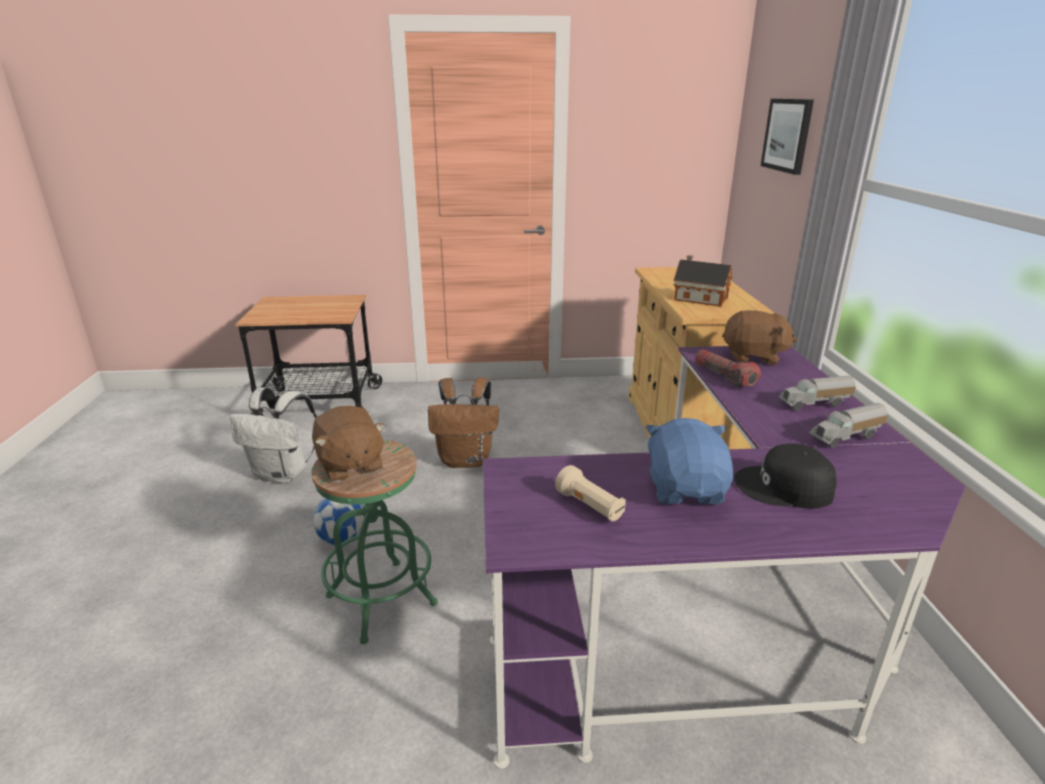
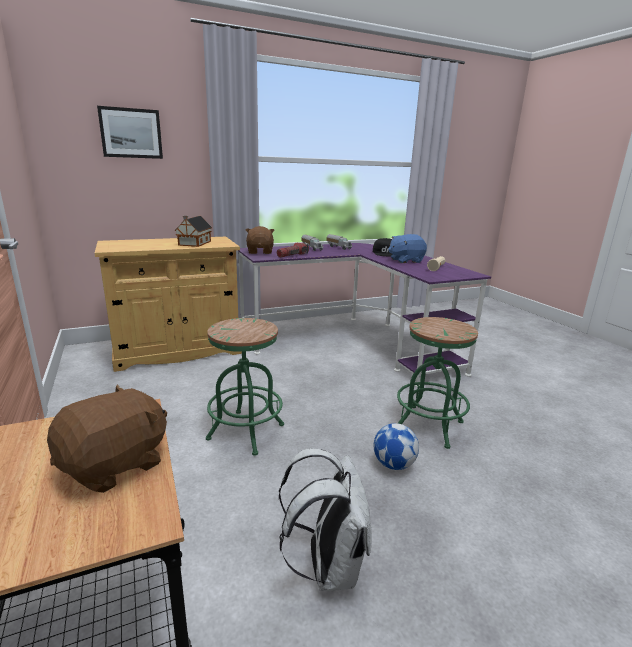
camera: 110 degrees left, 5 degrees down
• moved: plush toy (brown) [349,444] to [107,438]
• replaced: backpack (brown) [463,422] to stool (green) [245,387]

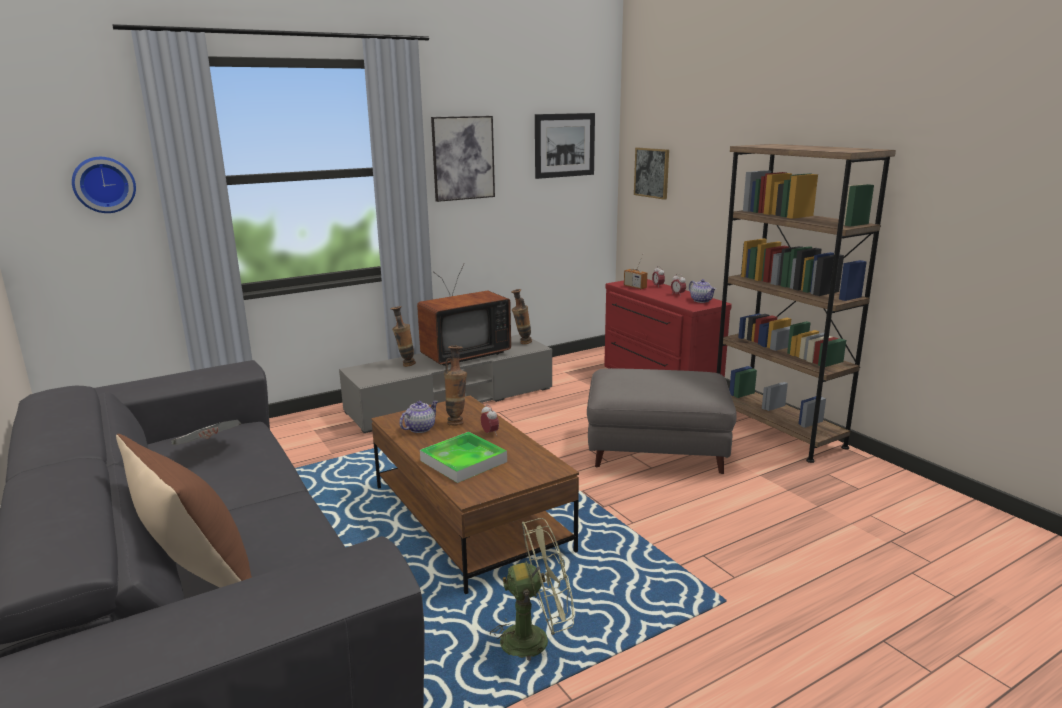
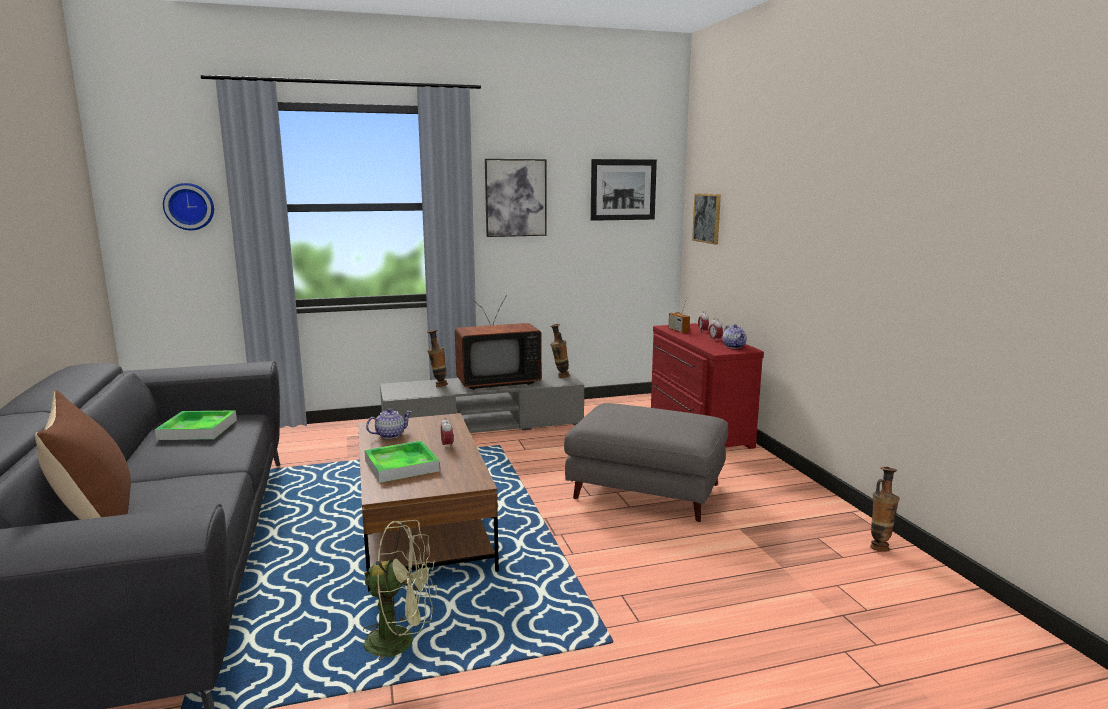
camera: 15 degrees right, 5 degrees down
• removed: bookcase (brown) [806,303]
• moved: vase [455,386] to [885,509]
• replaced: newspaper [206,432] to tray [196,425]

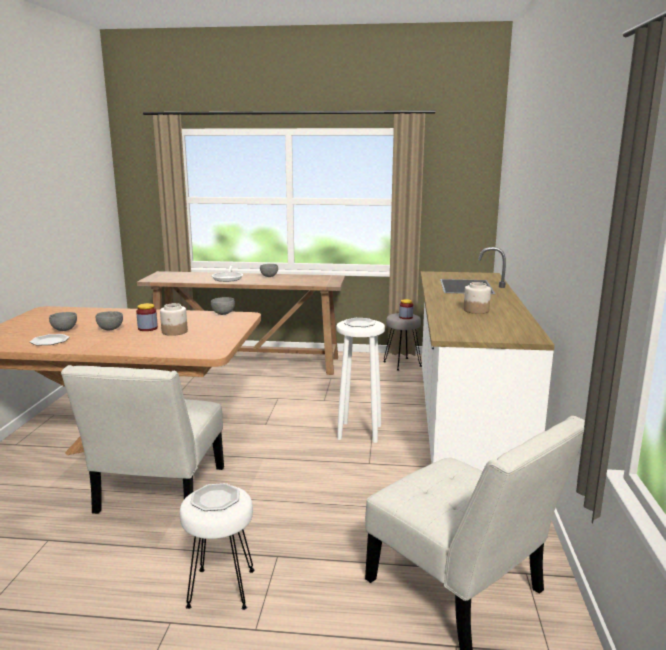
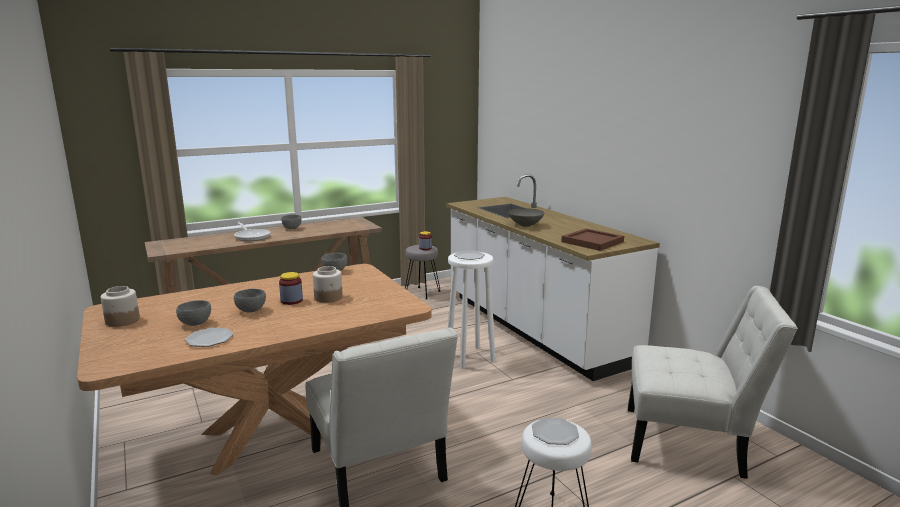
camera: 35 degrees left, 0 degrees up
• added: bowl (grey) [526,217]
• added: tray (brown) [592,239]
• moved: jar [477,298] to [120,306]

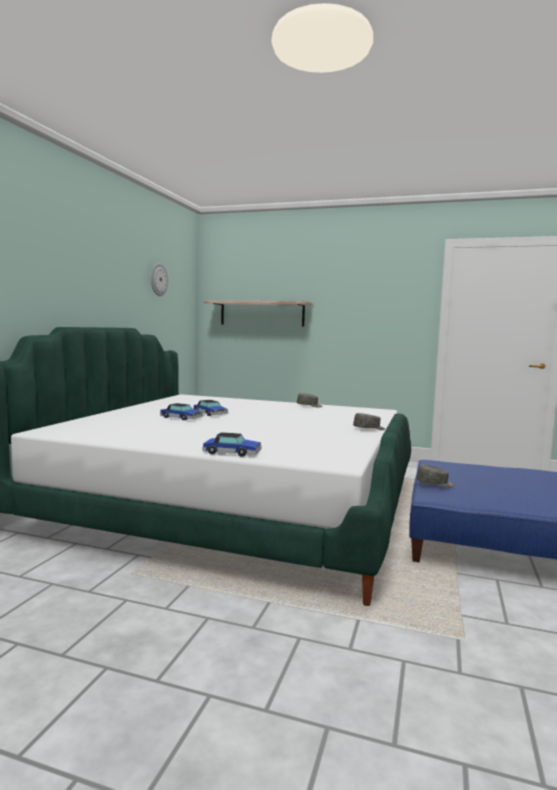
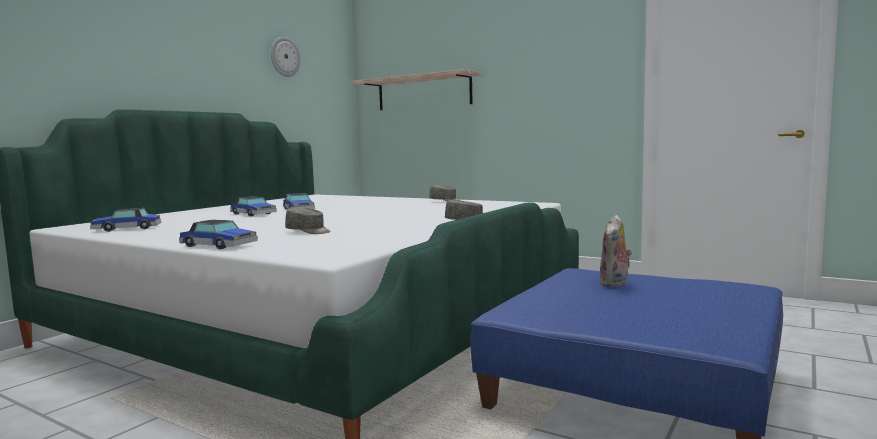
camera: 15 degrees right, 0 degrees up
• added: toy car [125,220]
• added: plush toy [615,251]
• moved: cap (grey) [436,476] to [308,220]

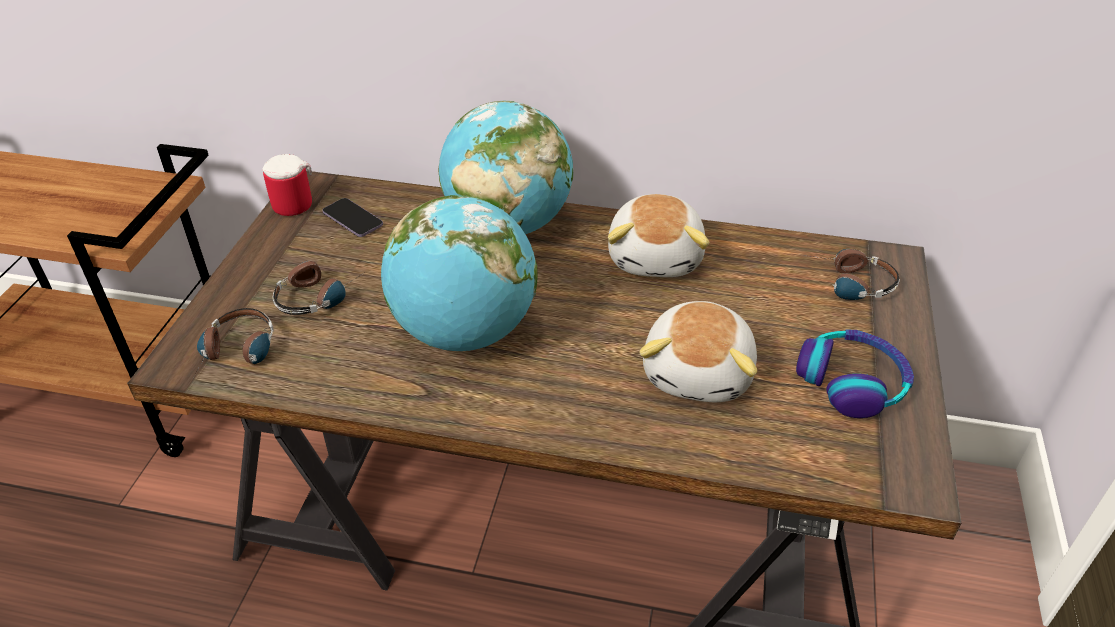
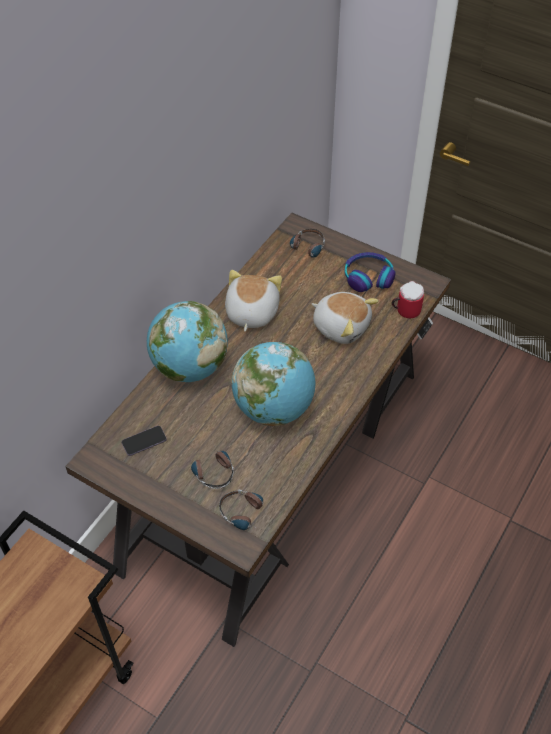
camera: 70 degrees left, 10 degrees up
• moved: mug [287,185] to [408,299]
• turned: plush toy [658,235] = [253,300] 105 degrees counterclockwise

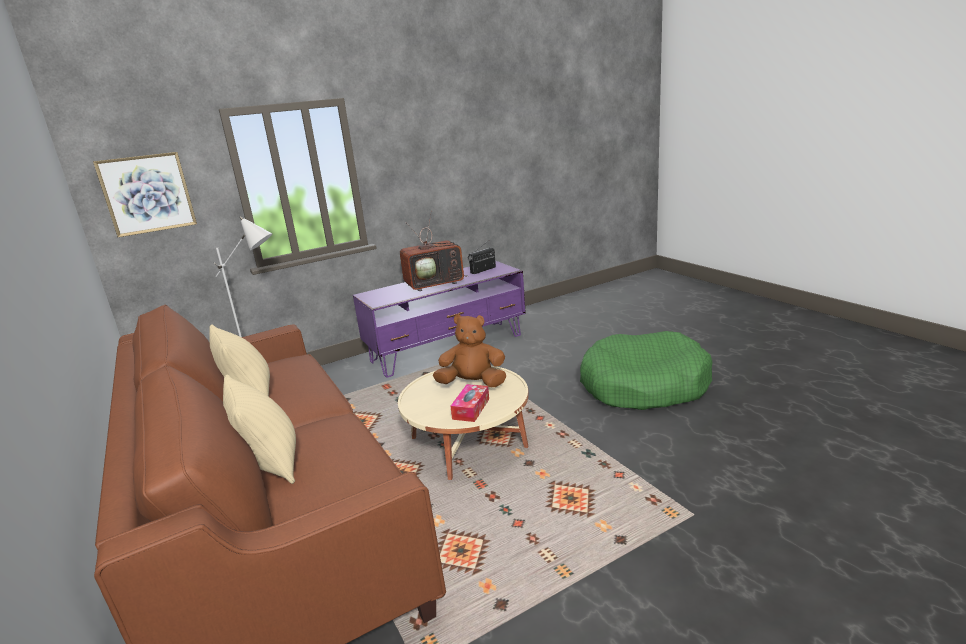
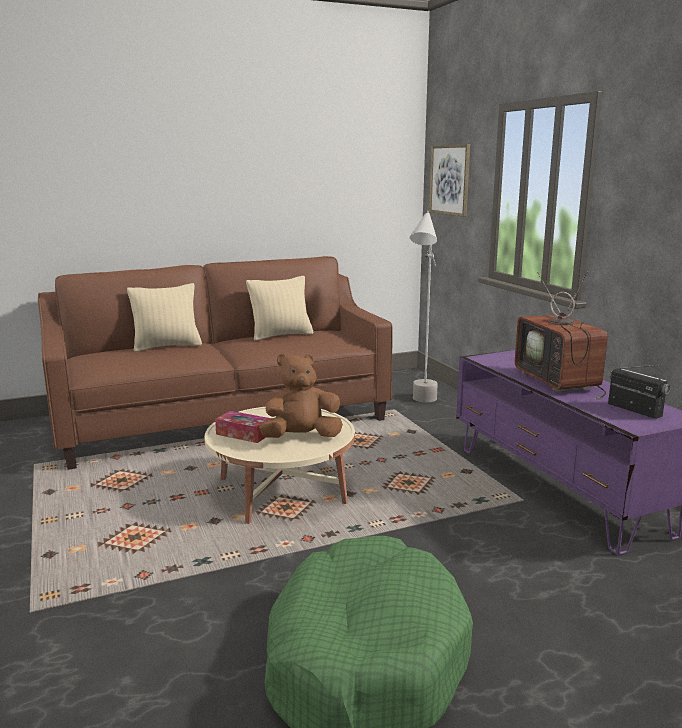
camera: 95 degrees right, 5 degrees down
• turned: plush toy (brown) [469,350] = [301,396] 120 degrees counterclockwise

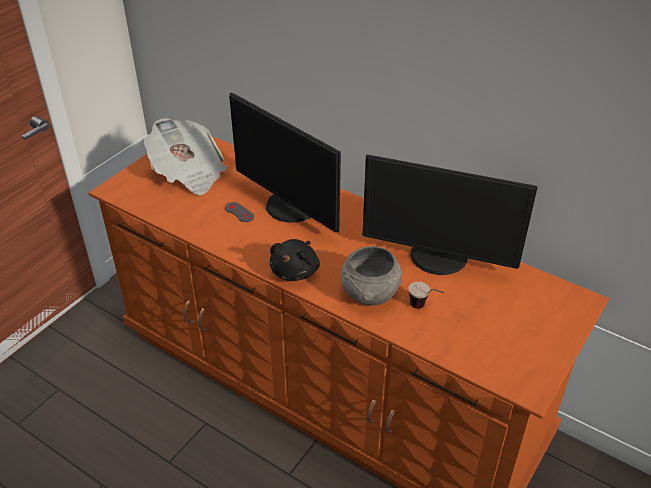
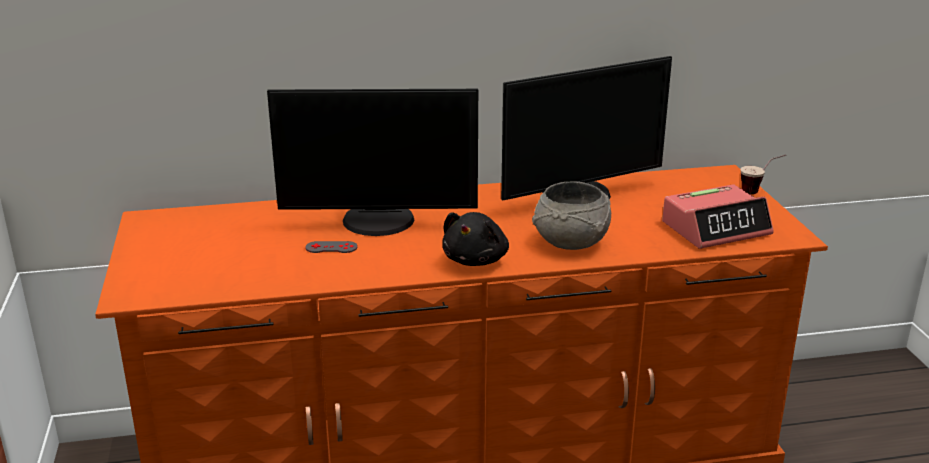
camera: 45 degrees left, 15 degrees down
• removed: newspaper [185,156]
• added: alarm clock [718,216]
• moved: cup [426,295] to [763,174]
• turned: plush toy (black) [295,260] = [475,239] 45 degrees clockwise

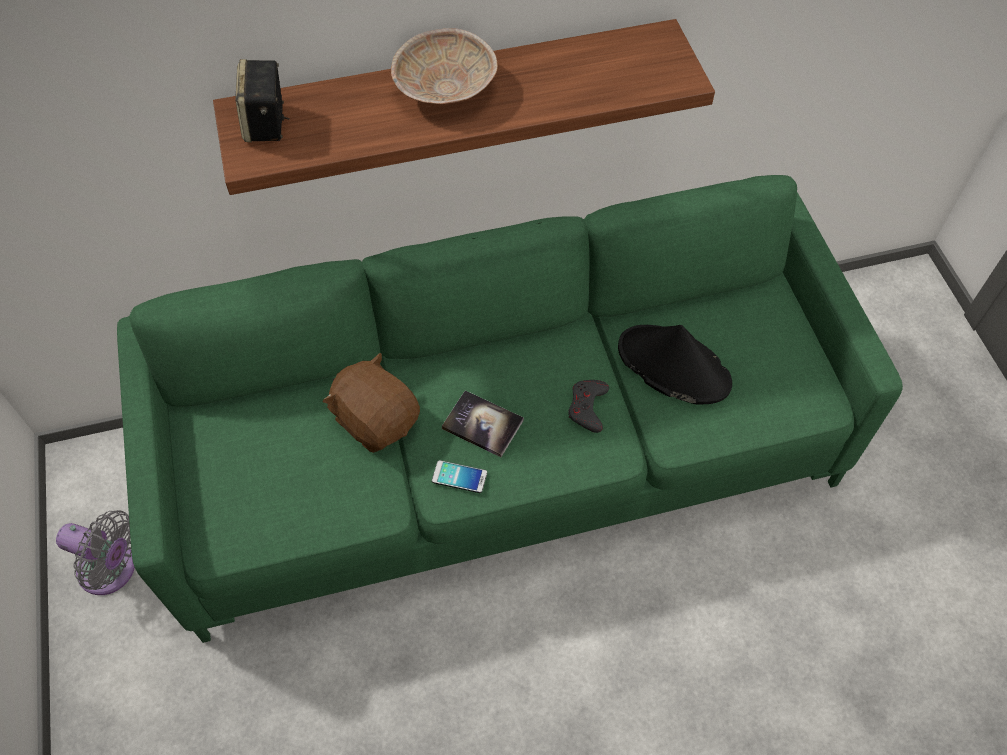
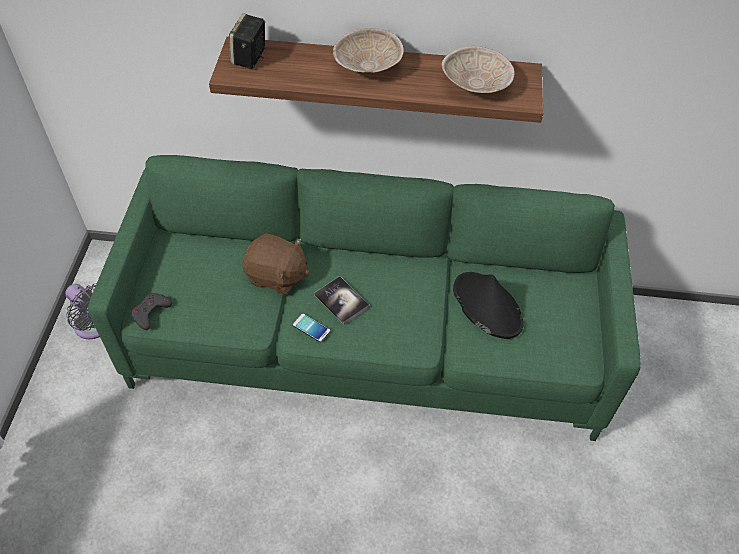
camera: 20 degrees right, 5 degrees down
• added: bowl (beige) [478,69]
• moved: game controller (grey) [588,406] to [151,311]
• turned: plush toy (brown) [371,403] = [275,264] 135 degrees clockwise

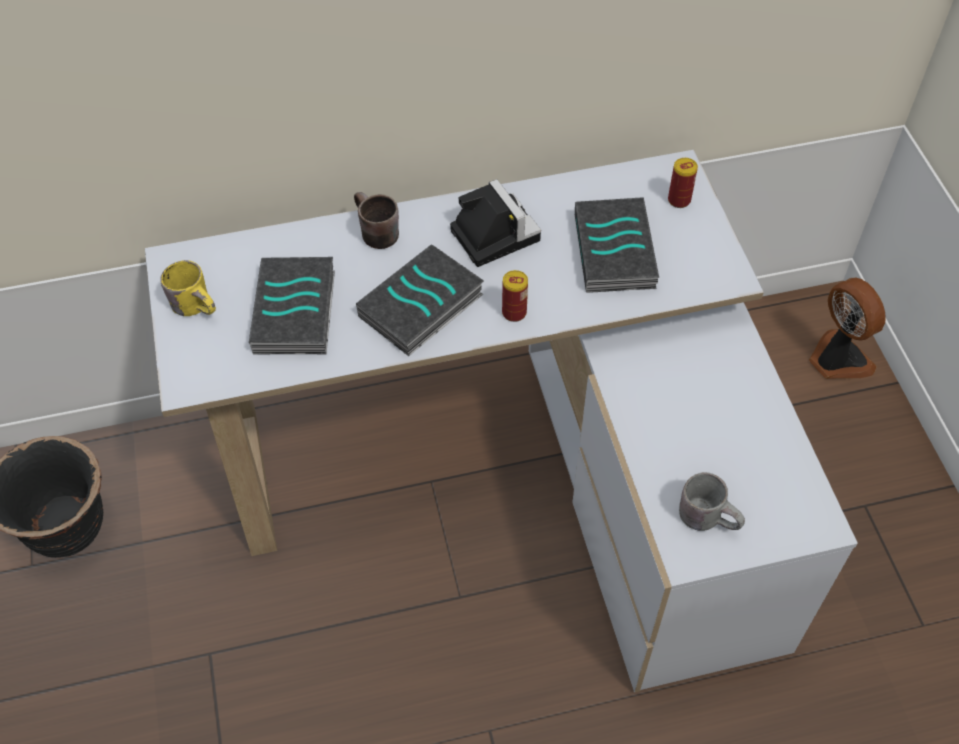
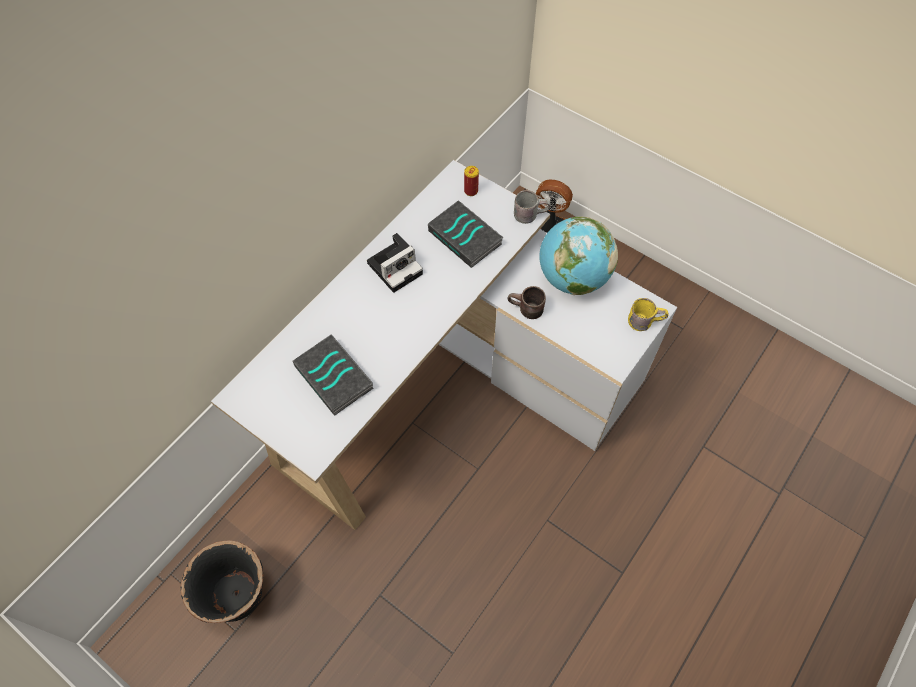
camera: 40 degrees left, 5 degrees up
• removed: book [420,300]
• removed: can [515,296]
• added: globe [578,255]
• moved: mug (yellow) [188,288] to [648,314]
• moved: mug (brown) [376,220] to [527,302]
• moved: mug (grey) [712,501] to [532,207]
• turned: photo camera [495,223] = [395,263] 120 degrees clockwise

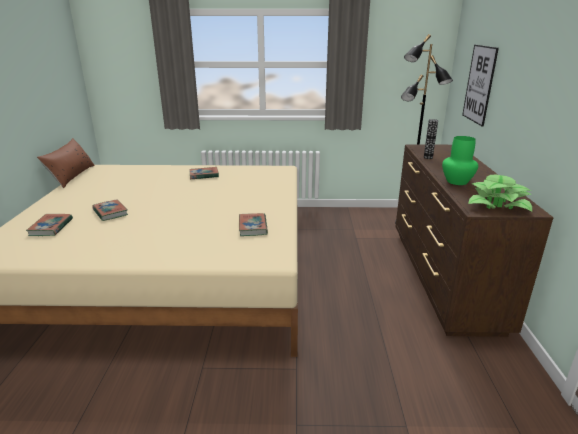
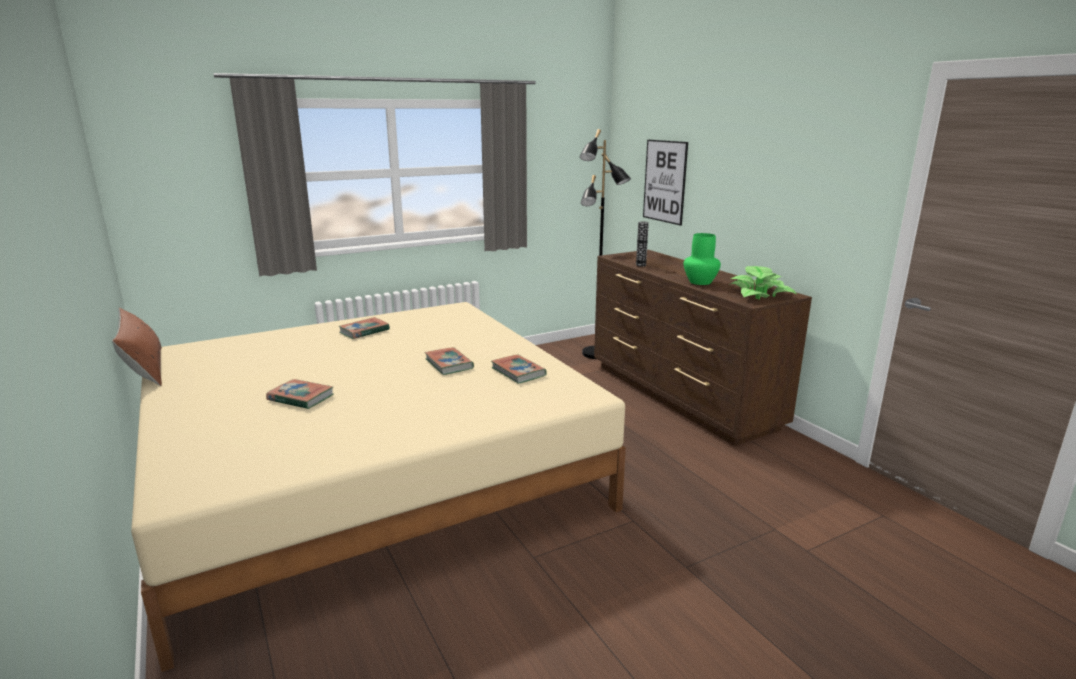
camera: 30 degrees left, 5 degrees down
• moved: book [49,225] to [449,361]

